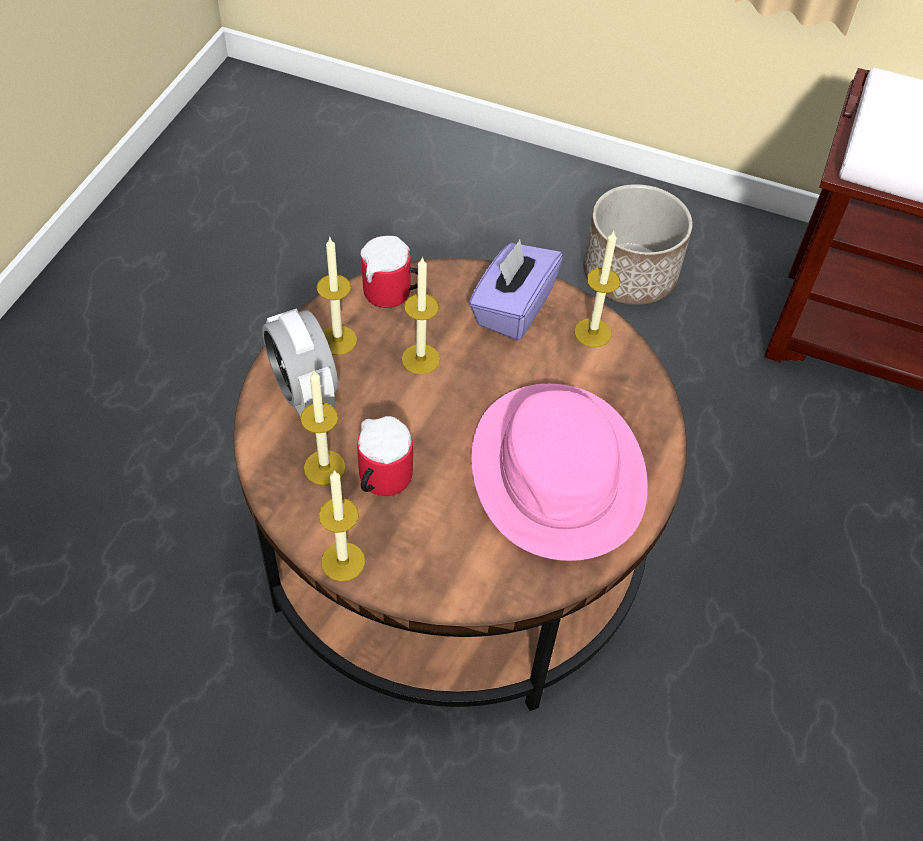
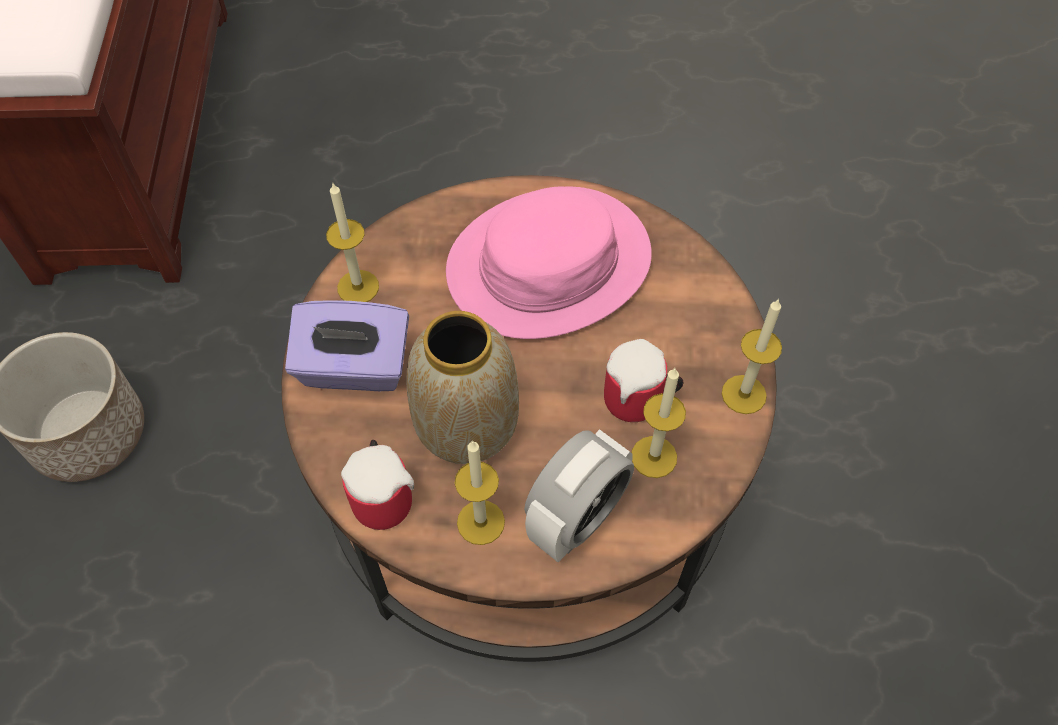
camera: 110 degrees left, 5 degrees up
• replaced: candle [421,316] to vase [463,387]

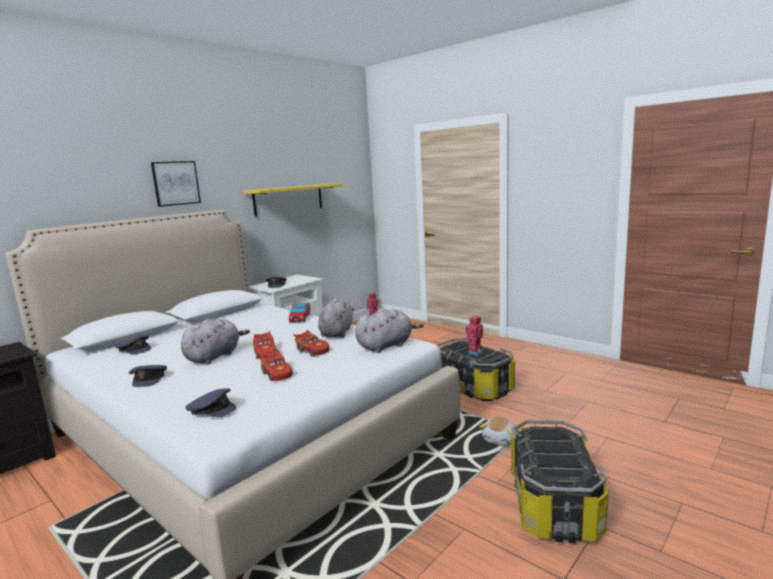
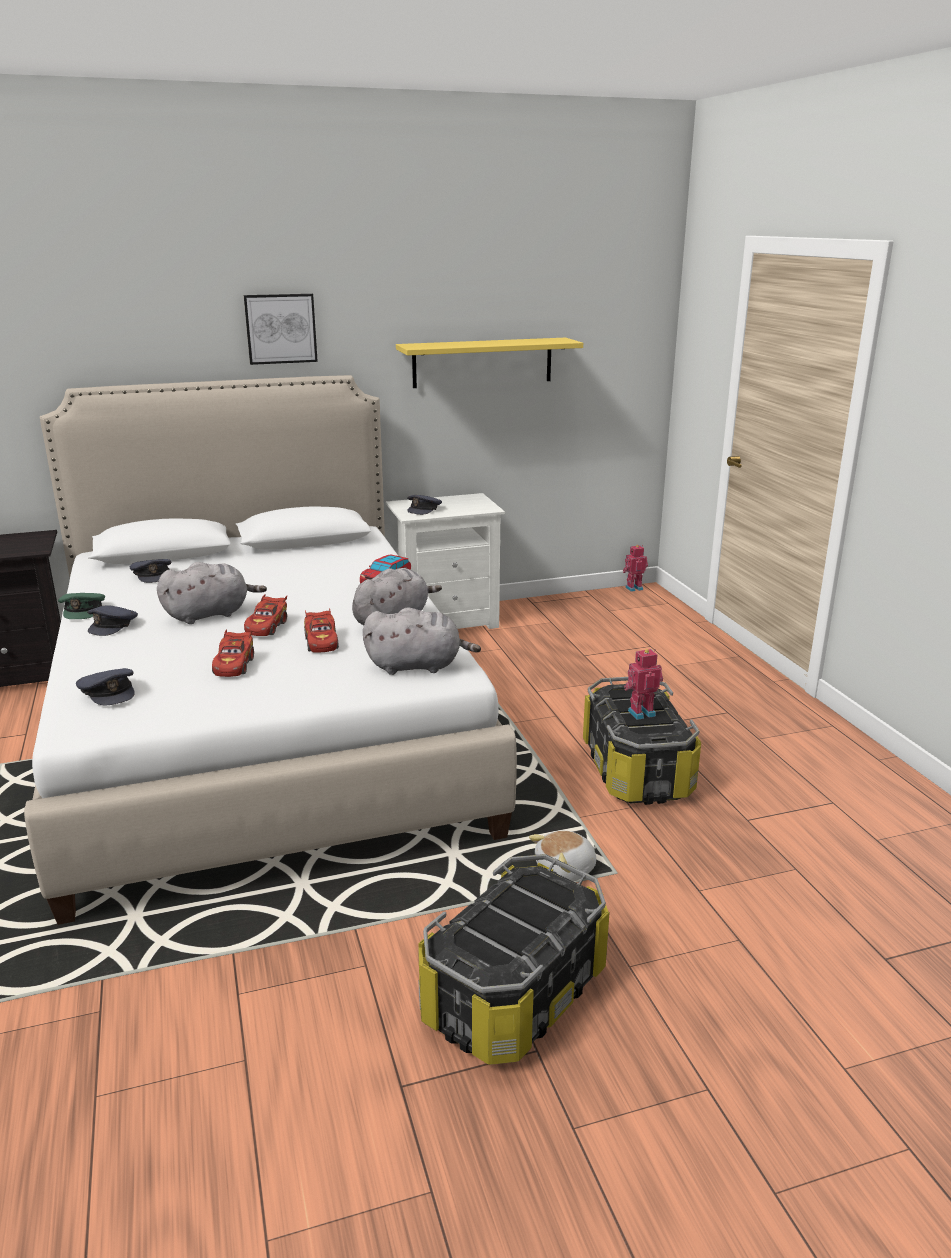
camera: 30 degrees right, 10 degrees up
• added: cap (green) [81,606]

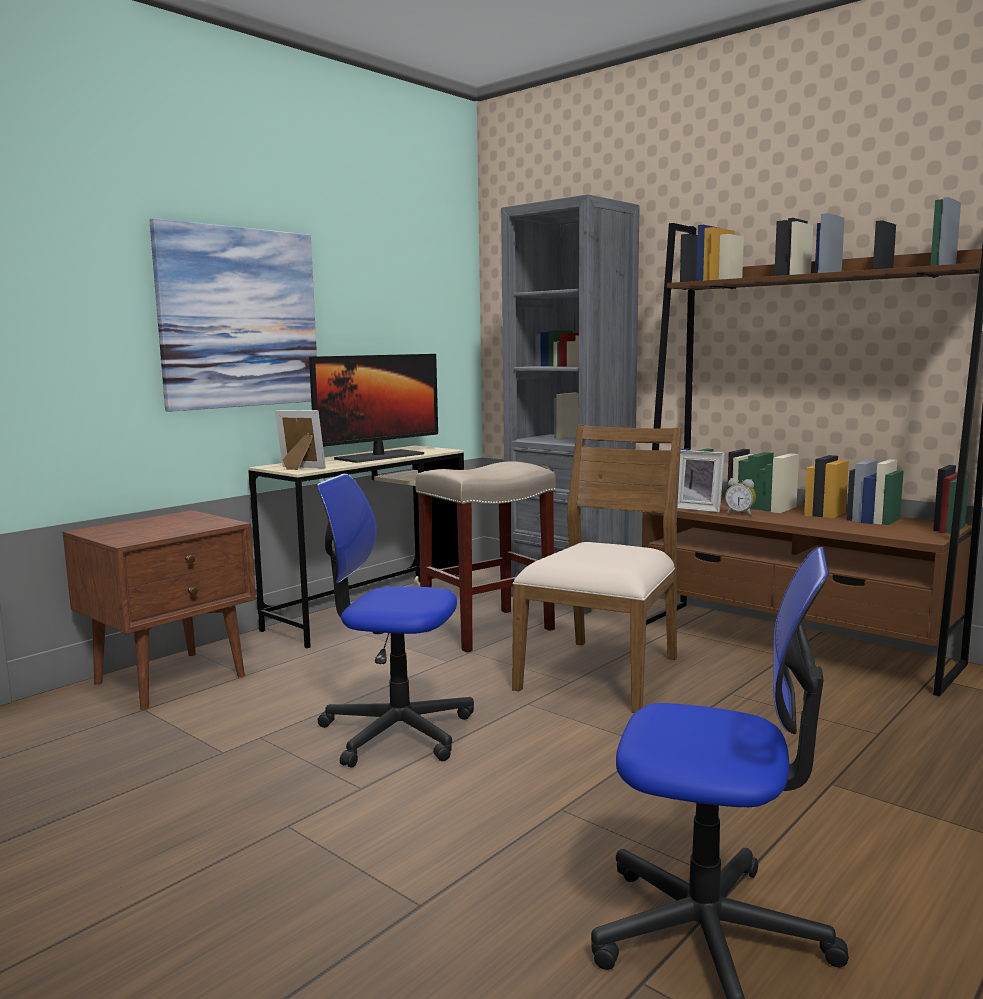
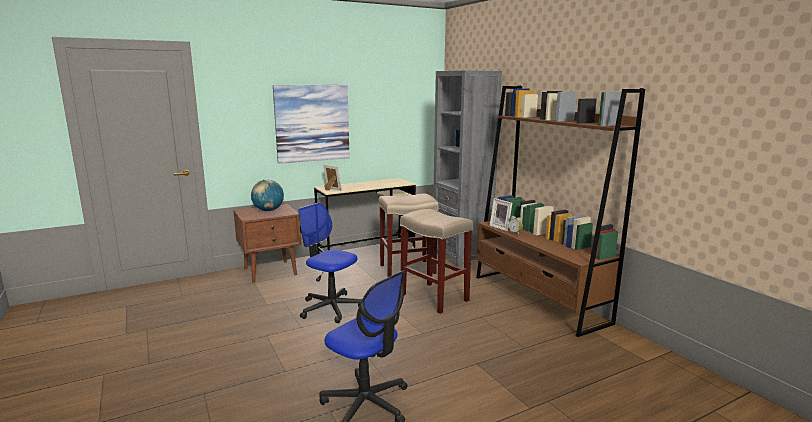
camera: 20 degrees right, 5 degrees up
• removed: monitor [373,408]
• added: globe [267,195]
• replaced: chair (brown) [597,568] to stool (beige) [436,261]

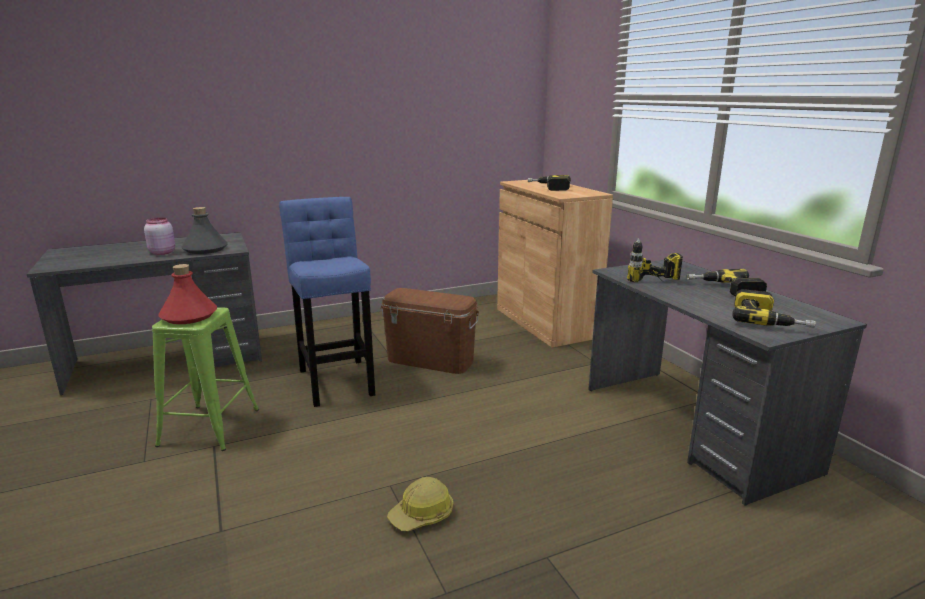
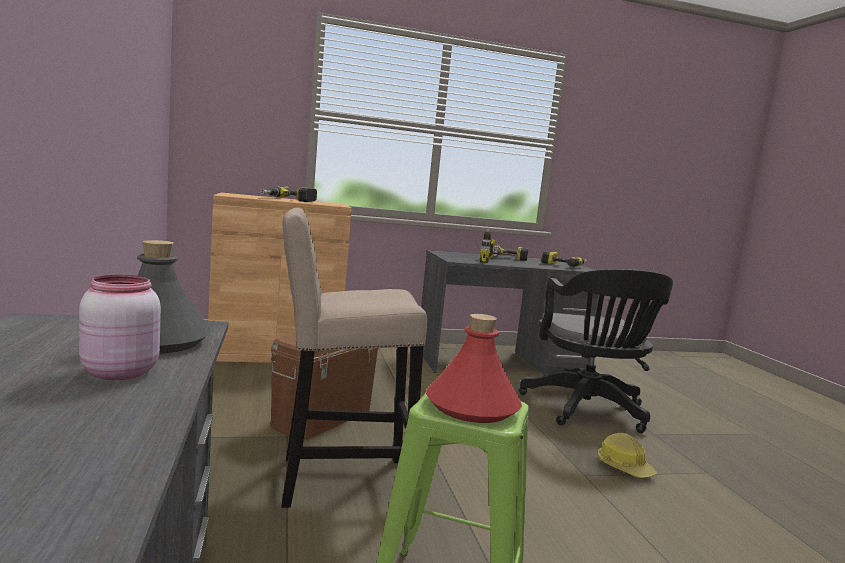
camera: 80 degrees left, 10 degrees down
• added: office chair (black) [596,351]
• recoloured: stool (blue) [327,302] to stool (beige) [354,358]

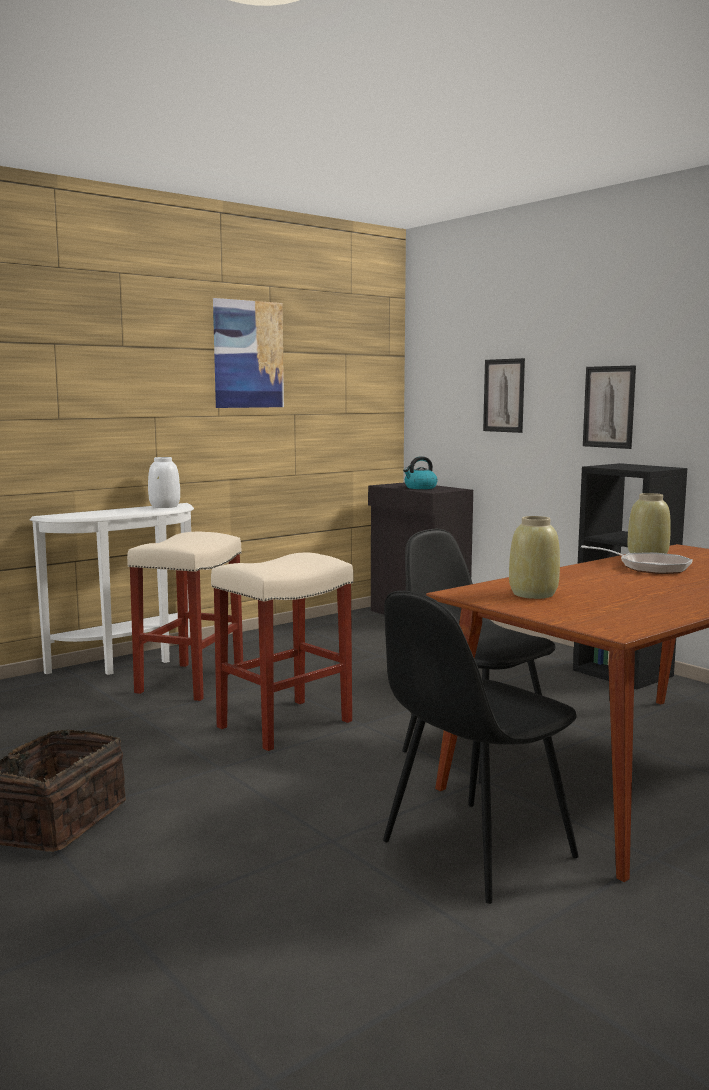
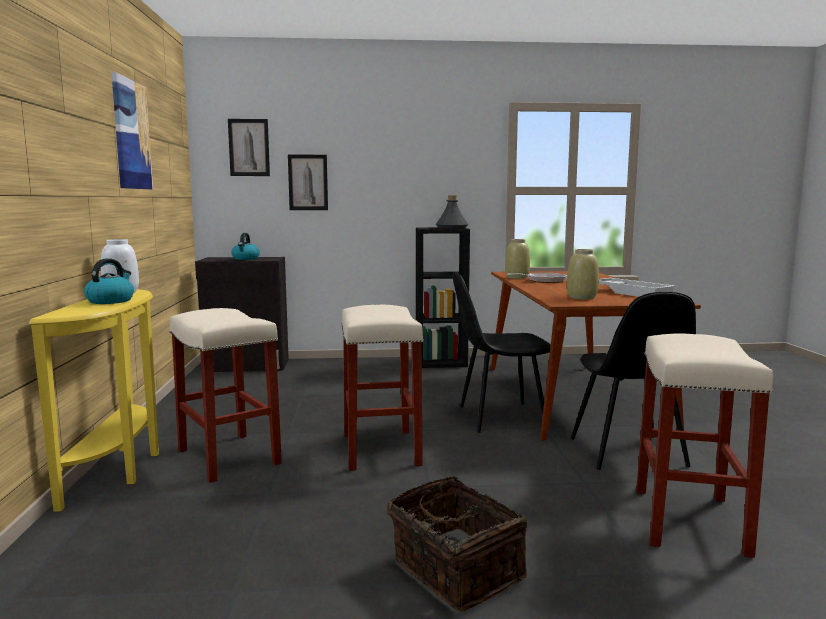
camera: 55 degrees left, 0 degrees up
• added: kettle [109,281]
• added: bottle (grey) [452,212]
• added: tray (white) [637,287]
• added: stool (beige) [704,446]
• moved: picture [609,407] to [249,147]
• recoloured: console table (white) [111,589] to console table (yellow) [94,400]

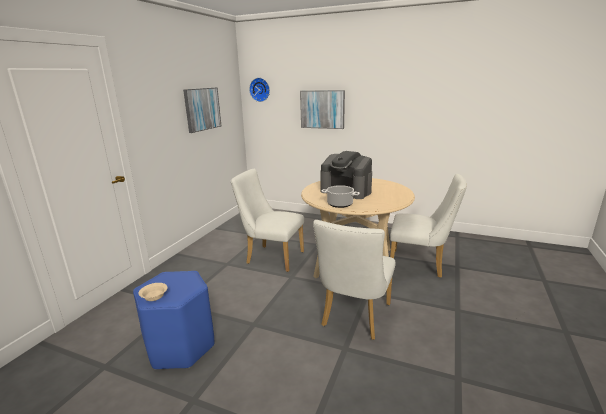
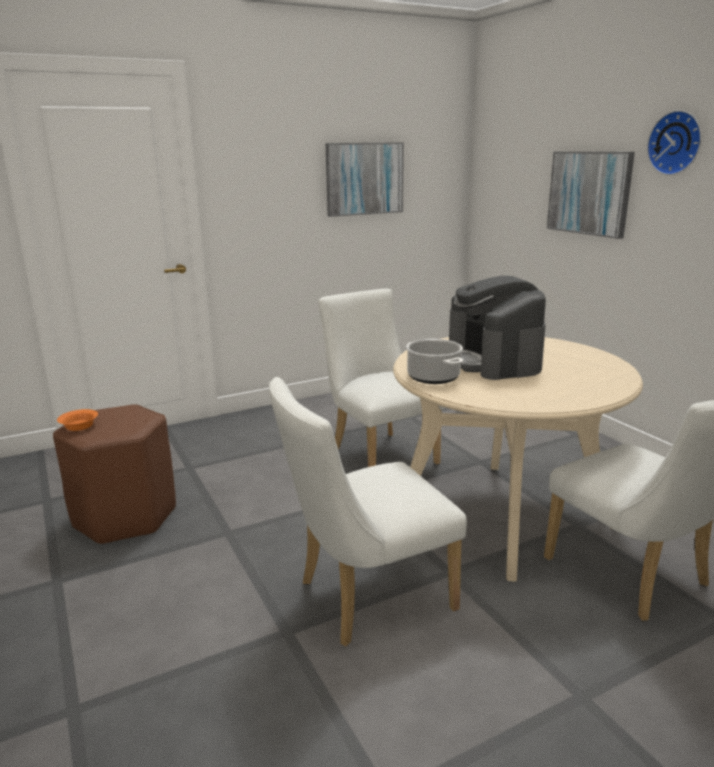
camera: 40 degrees right, 0 degrees up
• moved: wall clock [259,90] to [674,142]
• recoloured: stool (blue) [173,320] to stool (brown) [114,475]
• recoloured: bowl (beige) [152,292] to bowl (orange) [77,420]

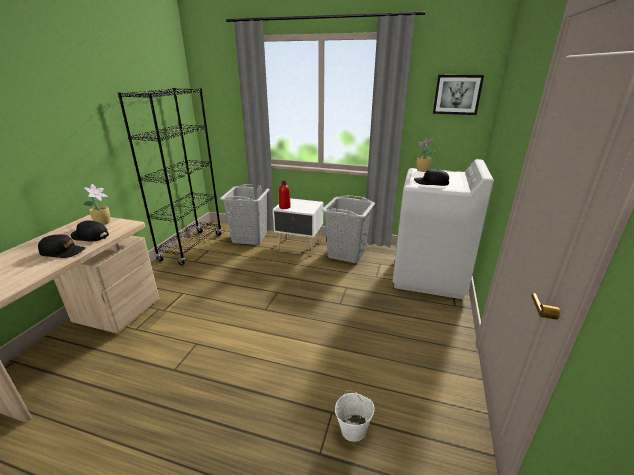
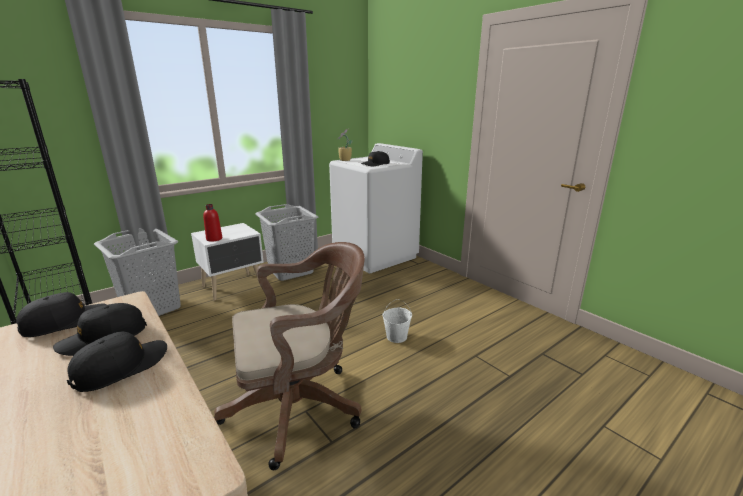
camera: 55 degrees left, 5 degrees down
• removed: picture [458,95]
• added: office chair (brown) [290,356]
• moved: bucket (white) [355,416] to [397,321]
• replaced: potted plant [96,204] to cap (black) [61,314]

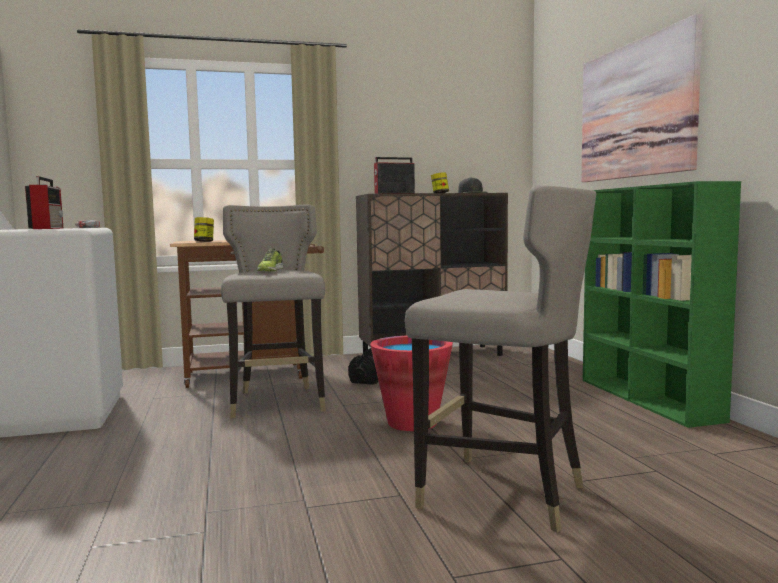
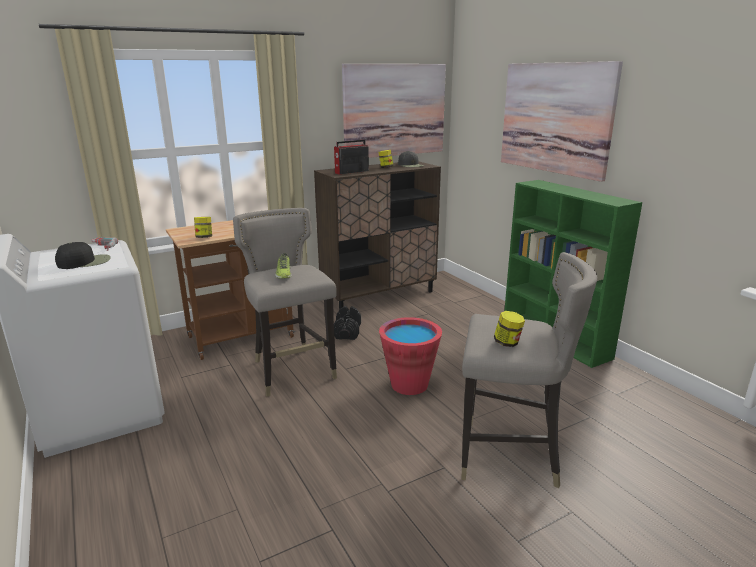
camera: 15 degrees left, 15 degrees up
• added: picture [394,111]
• added: jar [509,329]
• replaced: radio [44,202] to cap (black) [83,255]

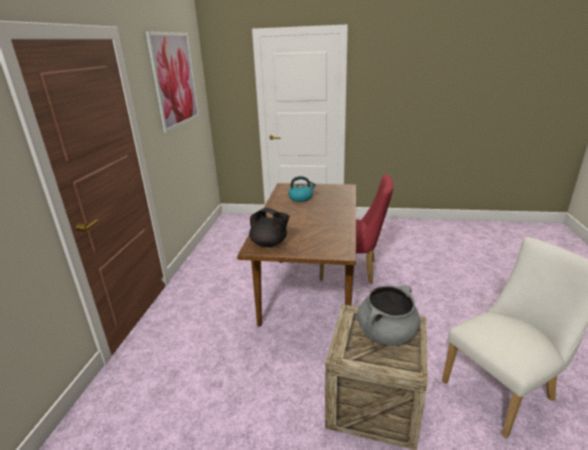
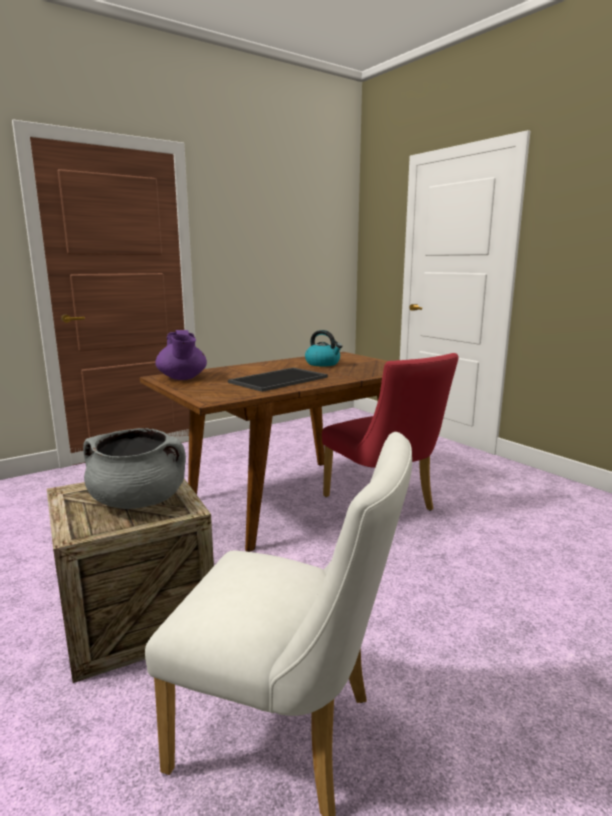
camera: 45 degrees right, 10 degrees down
• removed: picture [172,82]
• added: tray [278,380]
• recoloured: teapot (black) [269,227] to teapot (purple) [181,355]

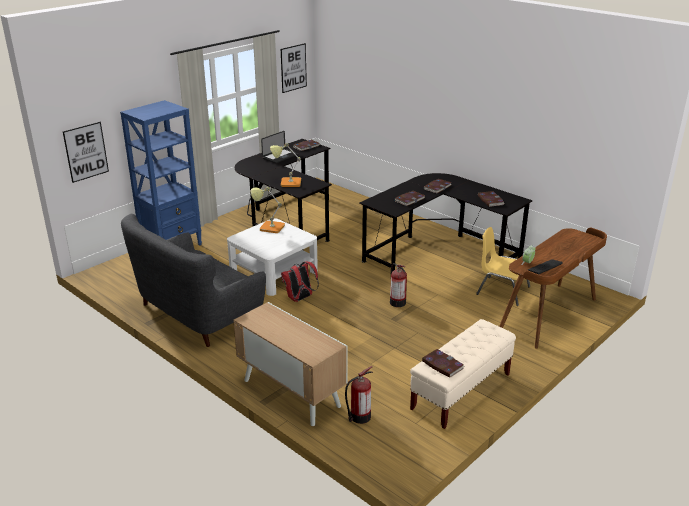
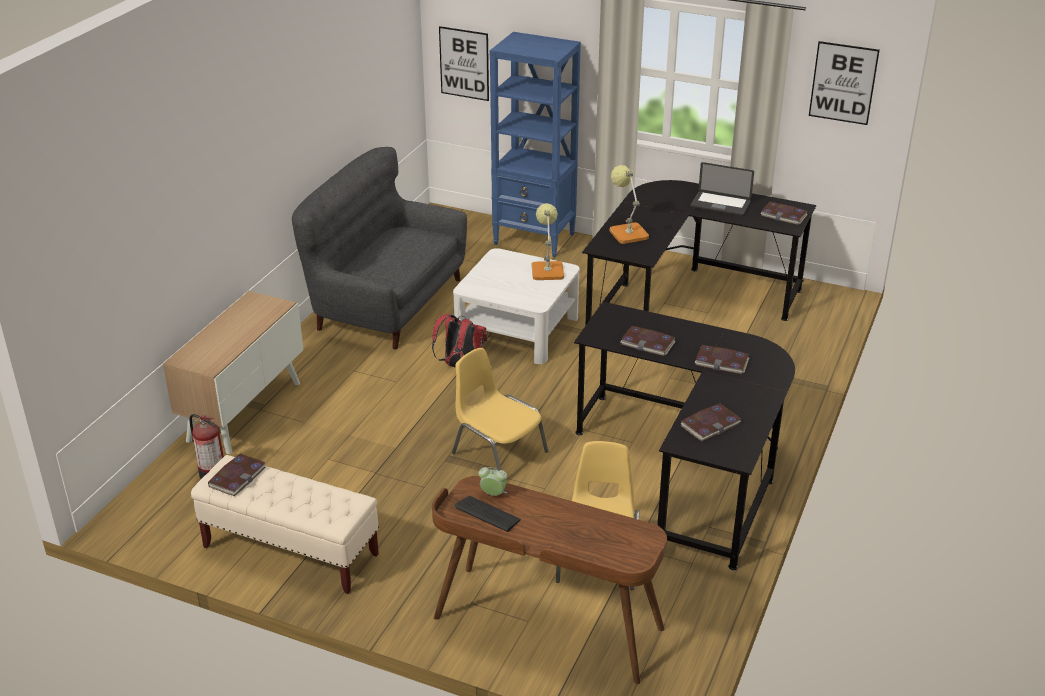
camera: 70 degrees right, 5 degrees up
• replaced: fire extinguisher [398,285] to chair (yellow) [500,409]

